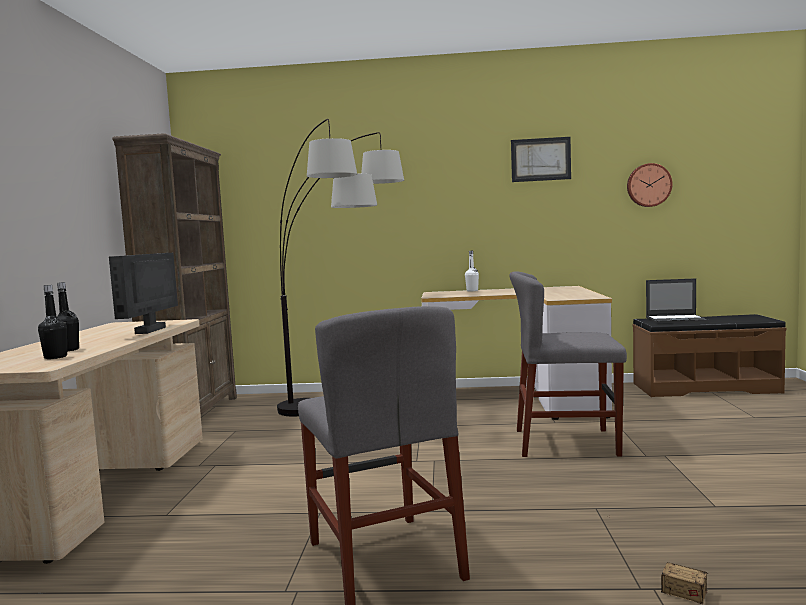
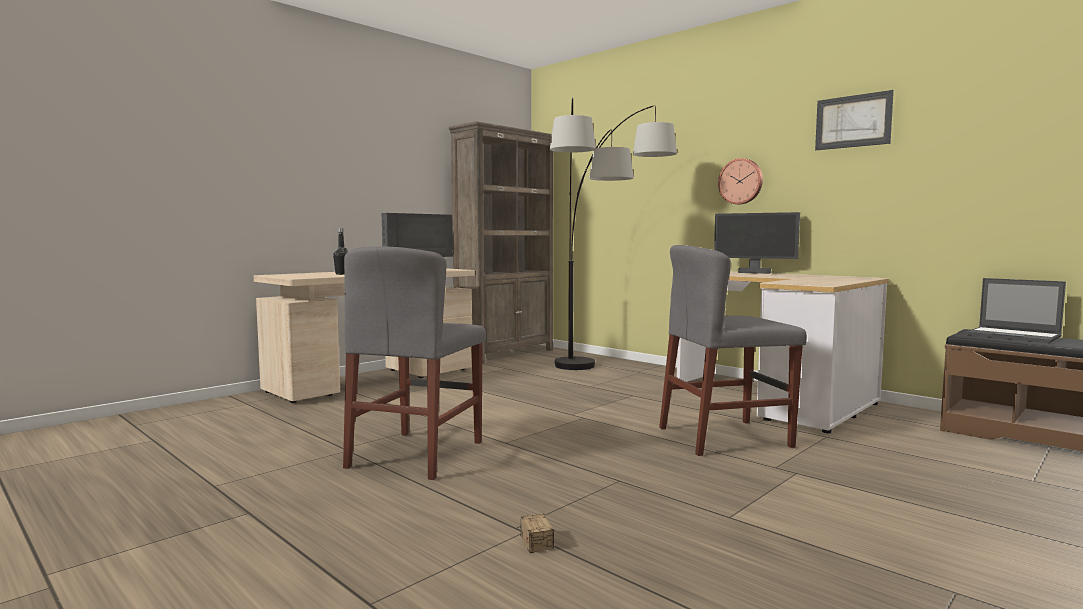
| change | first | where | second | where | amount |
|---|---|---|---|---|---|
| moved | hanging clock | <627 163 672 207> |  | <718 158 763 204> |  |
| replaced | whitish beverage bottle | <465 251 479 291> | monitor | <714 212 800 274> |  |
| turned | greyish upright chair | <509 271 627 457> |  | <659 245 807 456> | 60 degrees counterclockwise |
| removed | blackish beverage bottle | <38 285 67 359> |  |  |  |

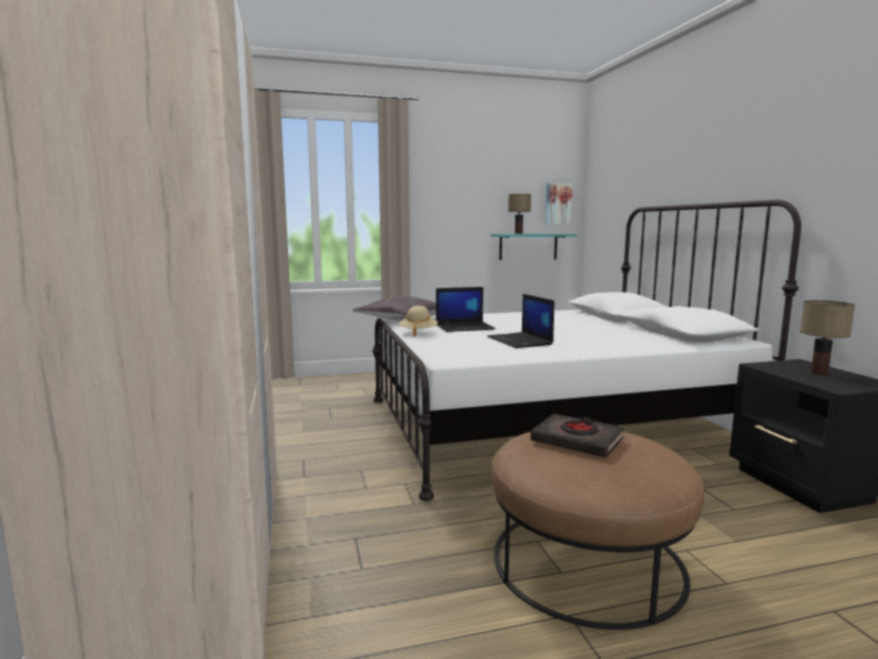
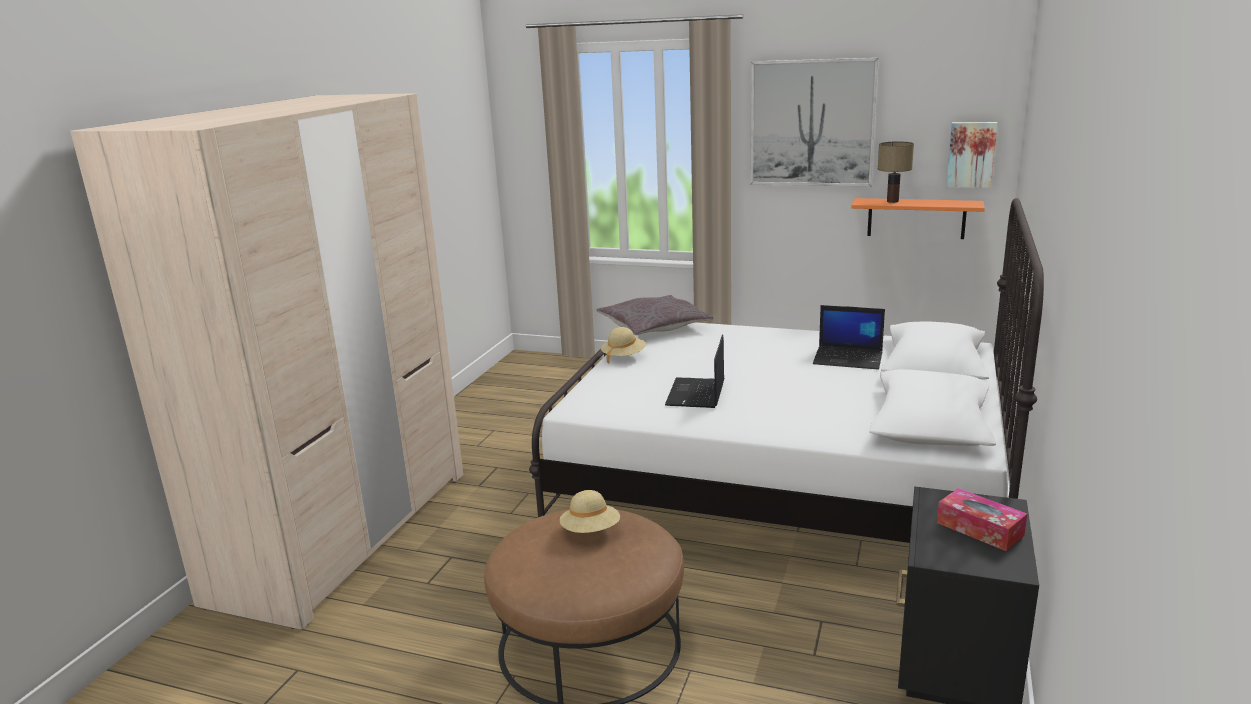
| change | first | where | second | where | amount |
|---|---|---|---|---|---|
| recoloured | blue-green wall shelf | <491 234 577 260> | orange wall shelf | <851 198 985 239> |  |
| moved | notebook computer | <436 287 495 332> |  | <813 305 885 370> |  |
| replaced | tabletop lamp | <800 300 855 375> | box of tissues | <937 488 1027 551> |  |
| replaced | blackish bound book | <531 414 624 458> | sand-coloured clothing hat | <560 490 620 533> |  |
| added |  |  | wall art | <750 58 879 187> |  |

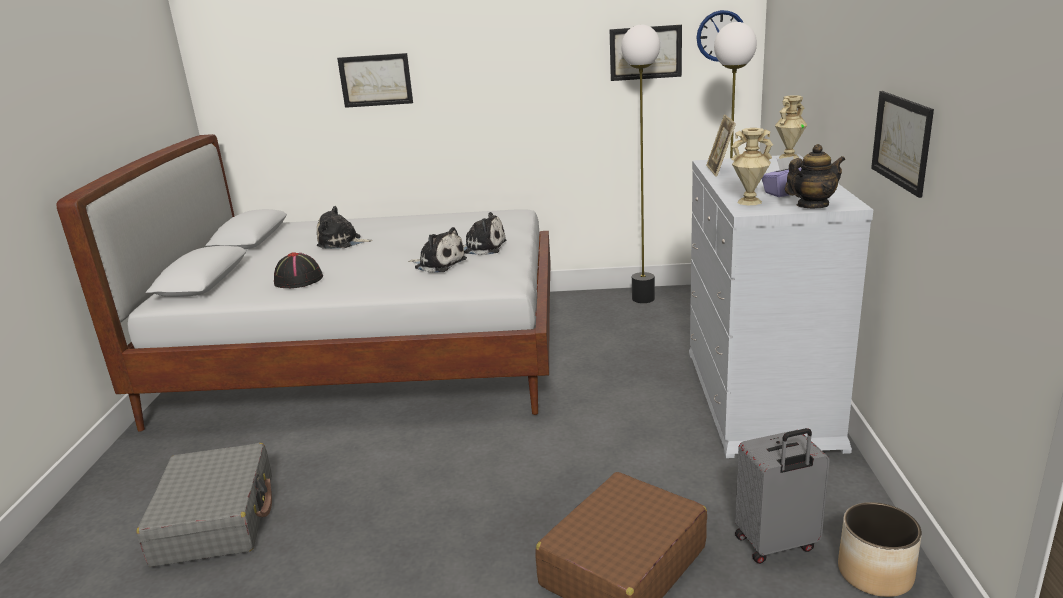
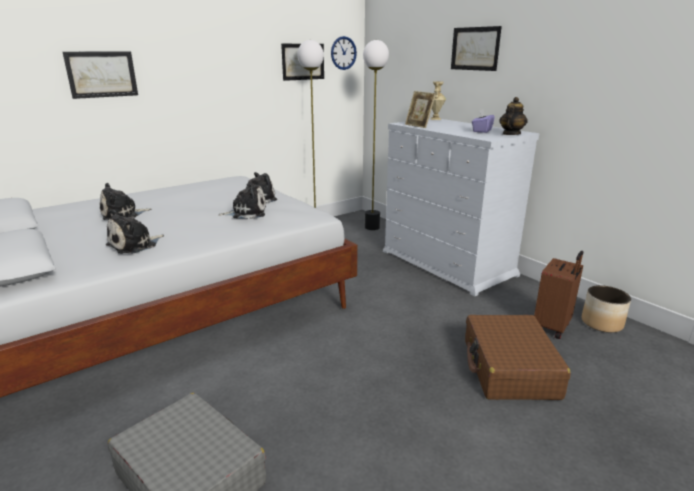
| change | first | where | second | where | amount |
|---|---|---|---|---|---|
| moved | wall art | <871 91 934 198> |  | <451 26 502 71> |  |
| removed | sand-coloured decorative vase | <732 128 773 205> |  |  |  |
| replaced | blackish clothing hat | <274 252 323 288> | cuddly toy | <106 209 164 254> |  |
| recoloured | greyish suitcase | <735 428 830 564> | brown-coloured suitcase | <534 251 583 339> |  |

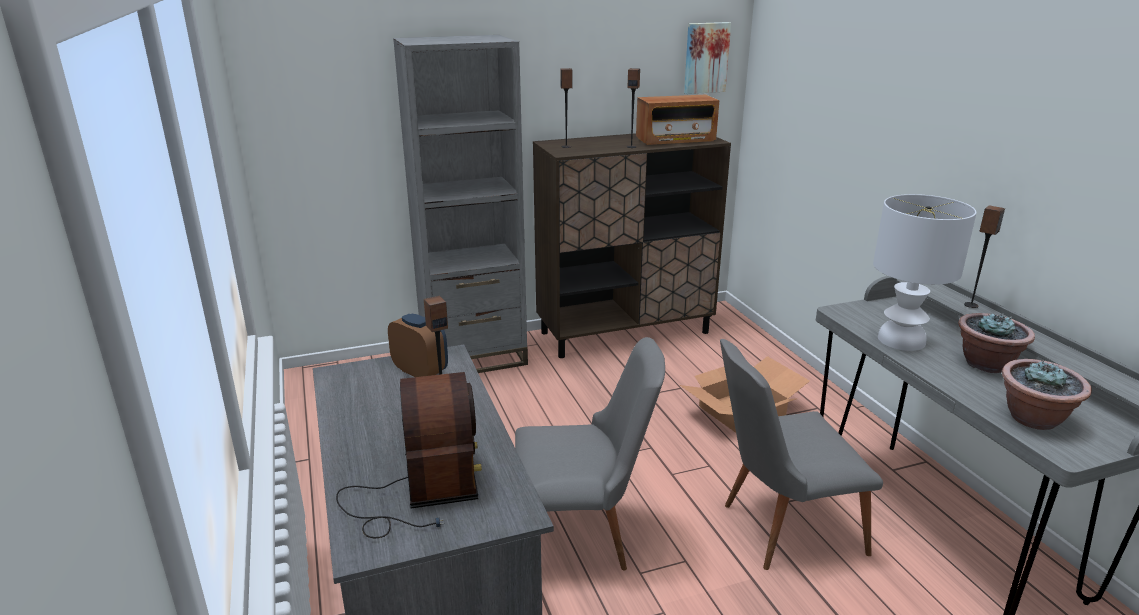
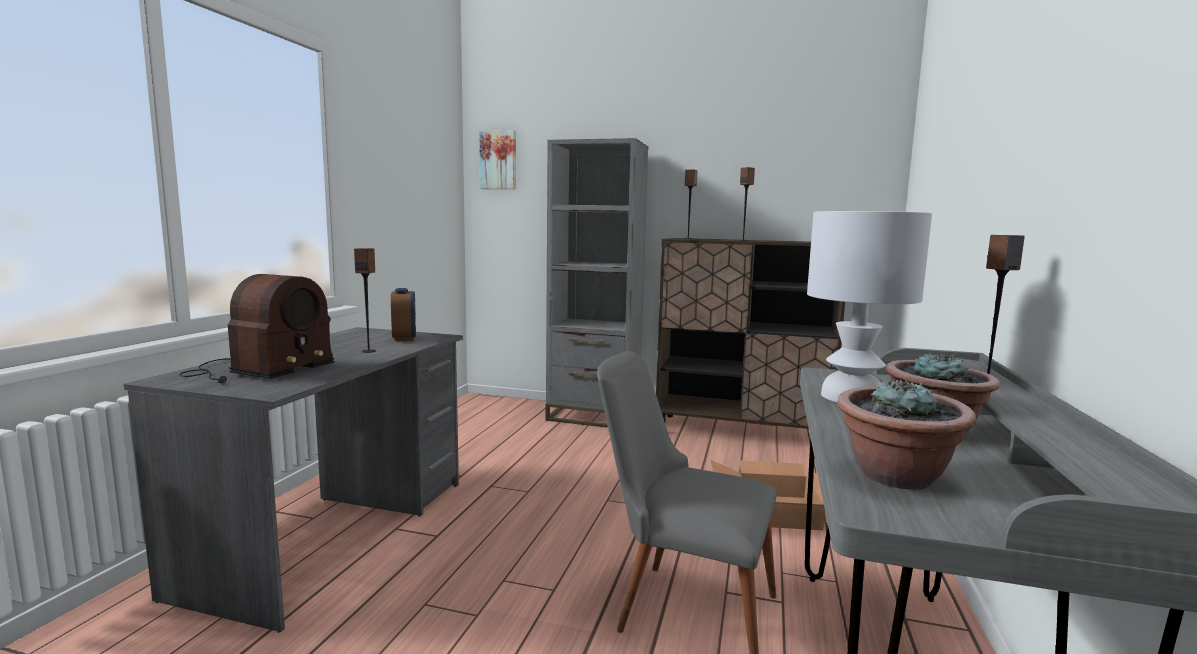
| change | first | where | second | where | amount |
|---|---|---|---|---|---|
| moved | wall art | <684 22 731 94> |  | <479 130 516 189> |  |
| removed | radio | <636 95 719 145> |  |  |  |
| removed | greyish upright chair | <515 337 665 571> |  |  |  |

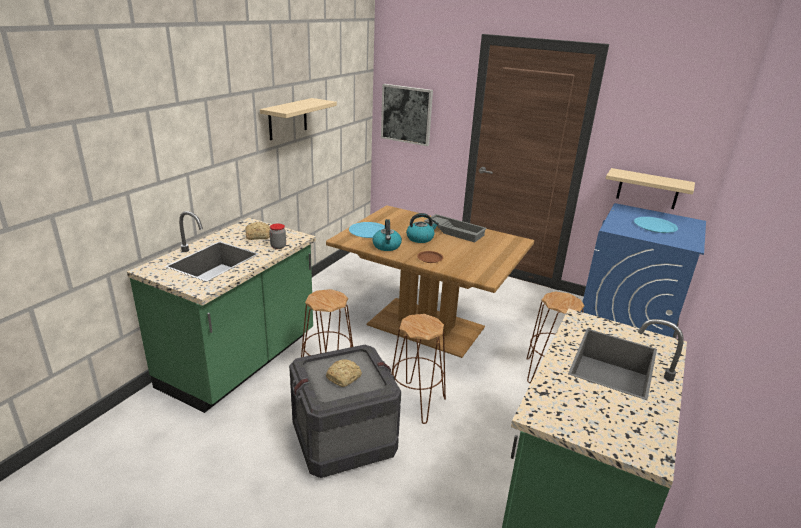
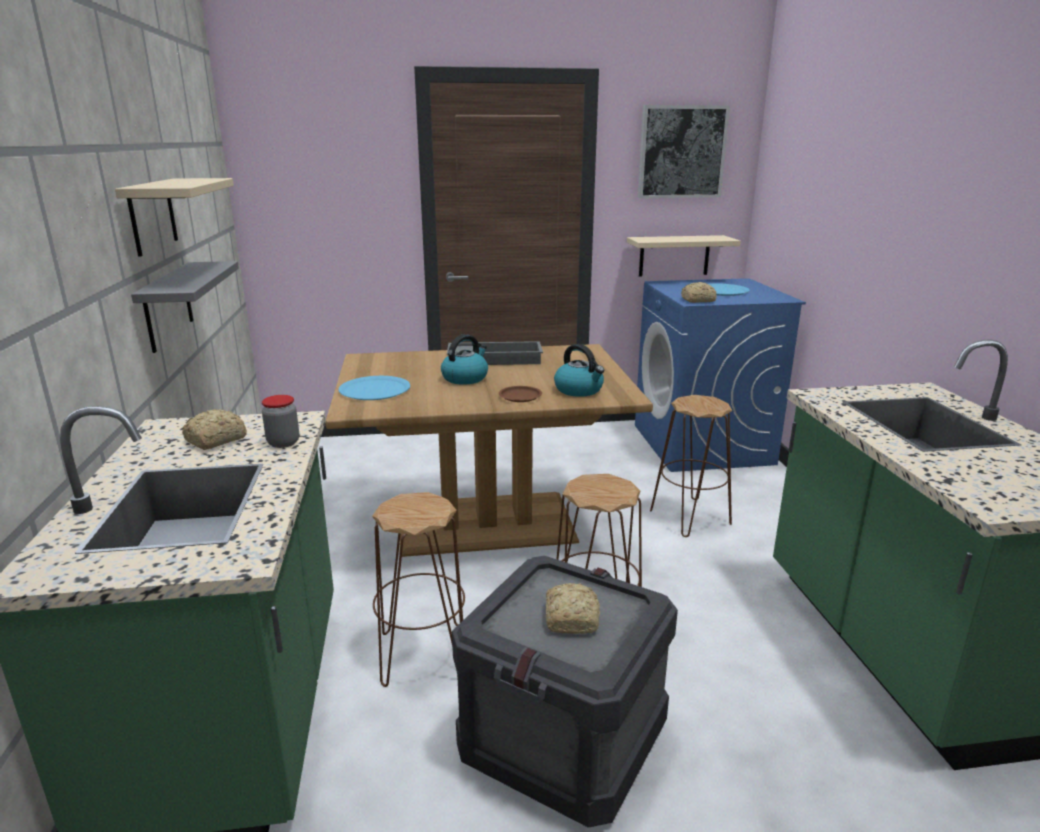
| change | first | where | second | where | amount |
|---|---|---|---|---|---|
| moved | wall art | <381 84 433 146> |  | <638 105 730 198> |  |
| moved | tea kettle | <372 219 402 251> |  | <554 344 604 397> |  |
| added |  |  | greyish wall shelf | <131 261 239 353> |  |
| added |  |  | baked bread | <681 282 717 303> |  |

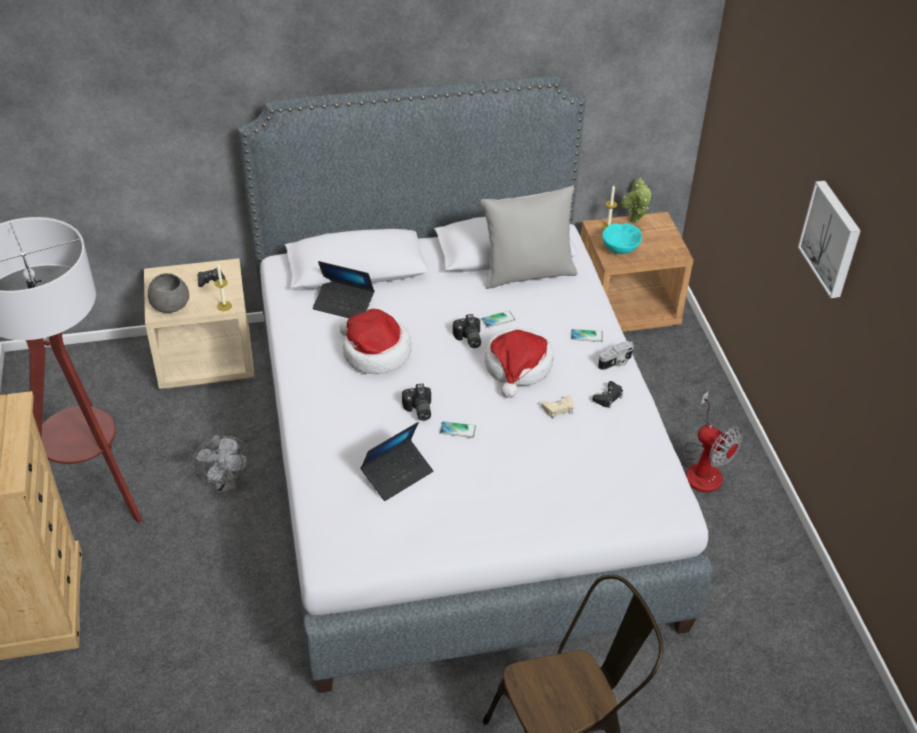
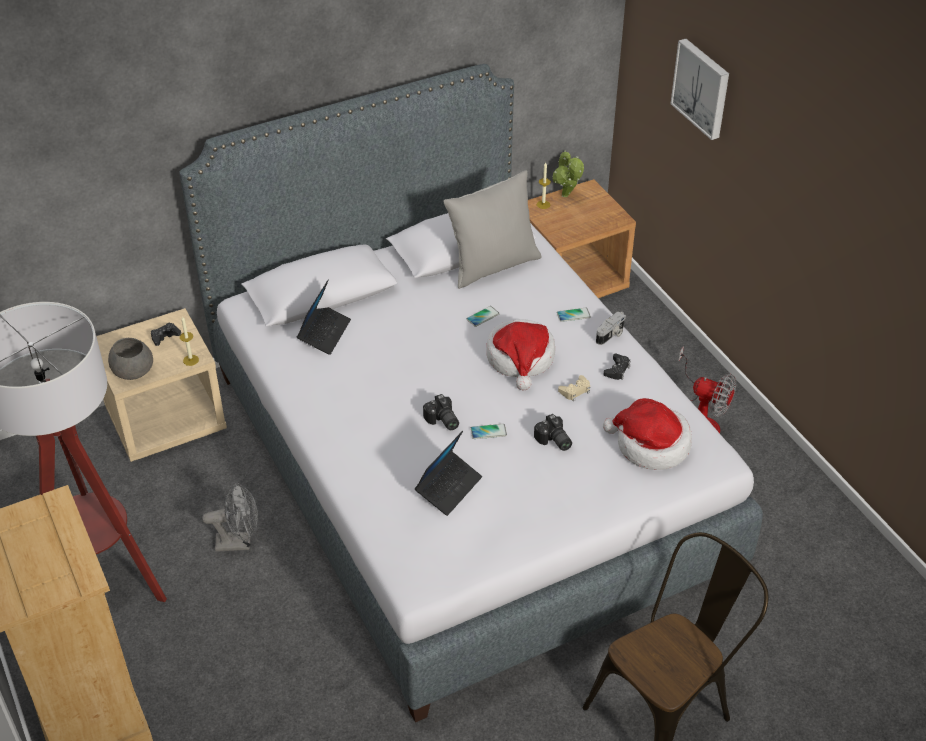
| change | first | where | second | where | amount |
|---|---|---|---|---|---|
| moved | wall art | <798 181 861 298> |  | <671 39 729 140> |  |
| removed | blue-green bowl | <602 223 642 254> |  |  |  |
| turned | notebook computer | <313 261 375 318> |  | <297 280 351 355> | 75 degrees counterclockwise |
| moved | clothing hat | <340 309 411 374> |  | <603 398 692 470> |  |
| moved | photo camera | <453 314 481 348> |  | <534 414 572 451> |  |
| turned | greyish fan | <192 435 251 493> |  | <202 483 258 552> | 60 degrees counterclockwise |

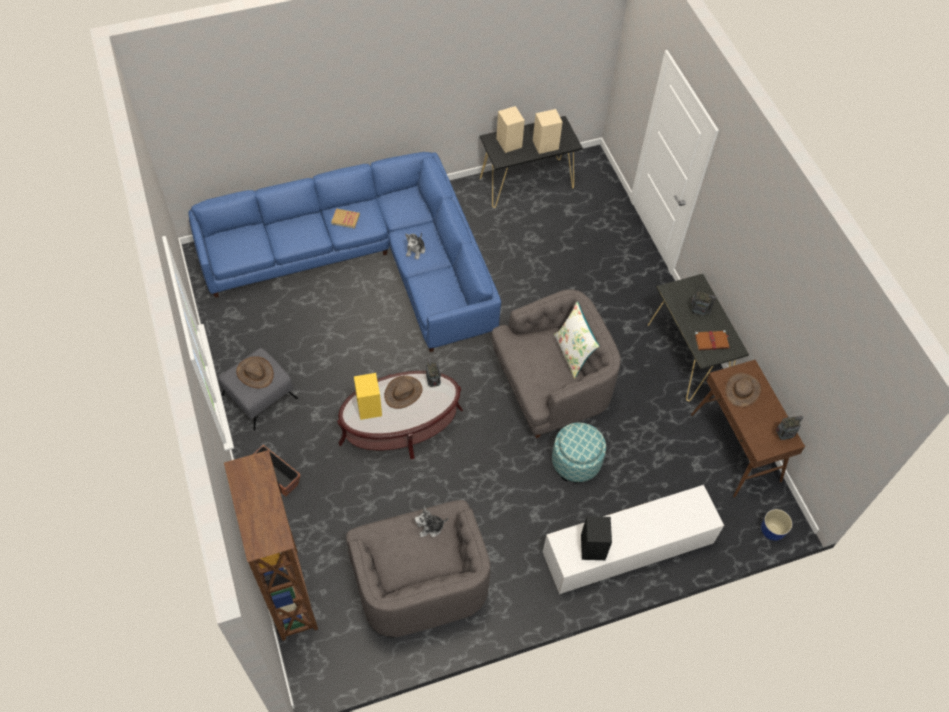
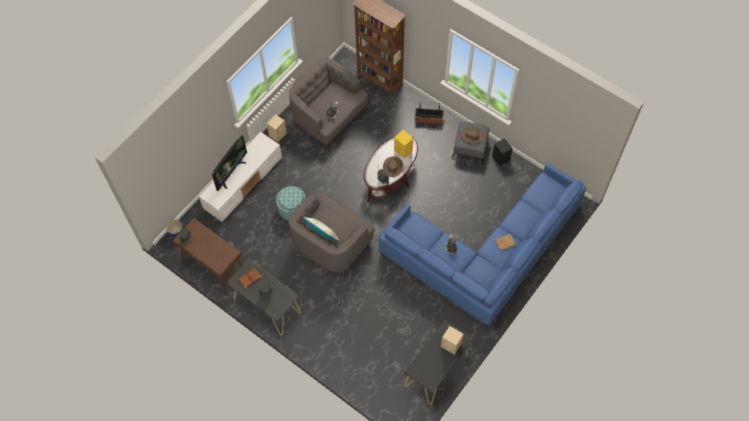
| change | first | where | second | where | amount |
|---|---|---|---|---|---|
| moved | sand-coloured speaker | <533 109 563 154> |  | <266 114 287 142> |  |
| removed | brown-coloured clothing hat | <725 373 762 407> |  |  |  |
| moved | blackish speaker | <581 516 612 560> |  | <492 138 513 166> |  |
| added |  |  | television | <212 135 247 191> |  |

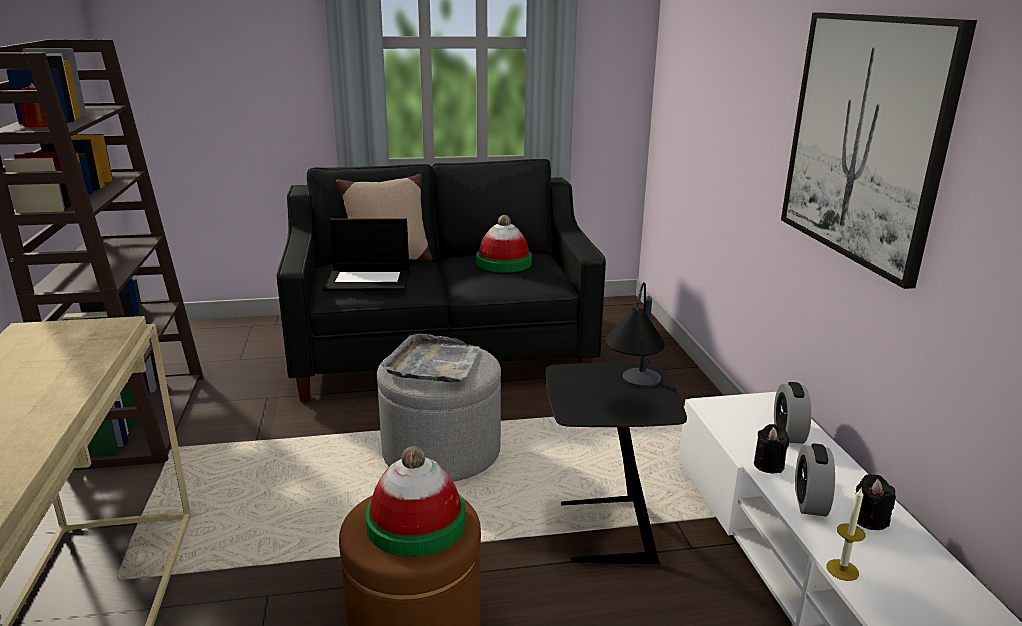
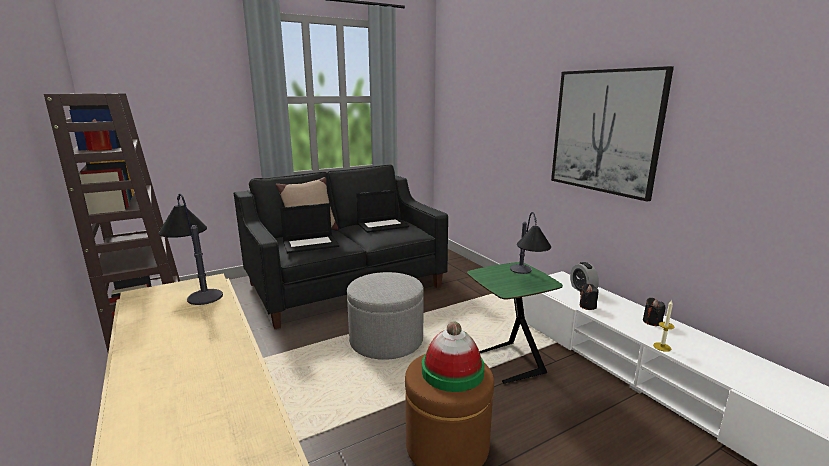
| change | first | where | second | where | amount |
|---|---|---|---|---|---|
| replaced | clothing hat | <476 215 532 273> | notebook computer | <356 190 409 233> |  |
| removed | greyish serving tray | <381 333 480 382> |  |  |  |
| recoloured | blackish side table | <546 363 687 564> | green-coloured side table | <467 262 563 384> |  |
| removed | alarm clock | <795 444 835 516> |  |  |  |
| added |  |  | tabletop lamp | <159 193 223 305> |  |

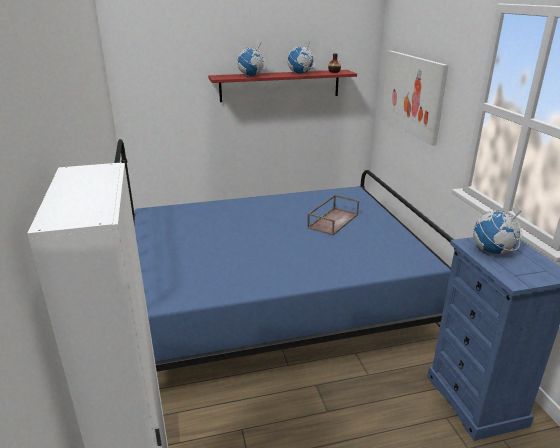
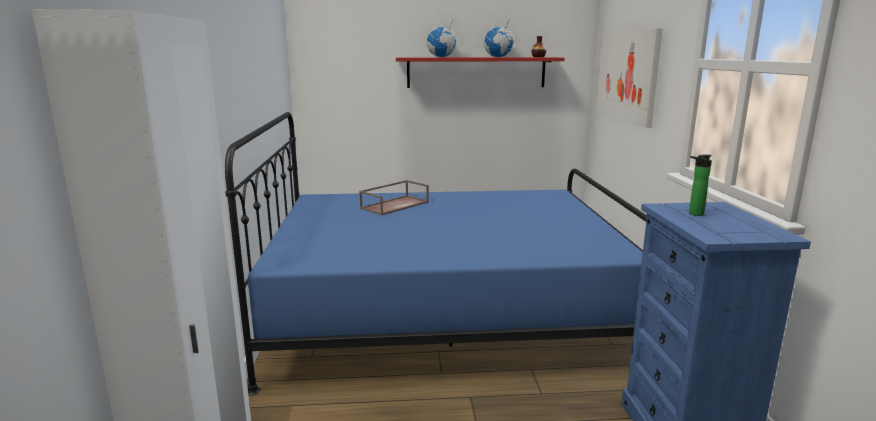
| change | first | where | second | where | amount |
|---|---|---|---|---|---|
| moved | brown-coloured serving tray | <307 195 359 236> |  | <359 180 429 215> |  |
| replaced | globe | <473 203 522 254> | beverage bottle | <689 154 712 216> |  |

